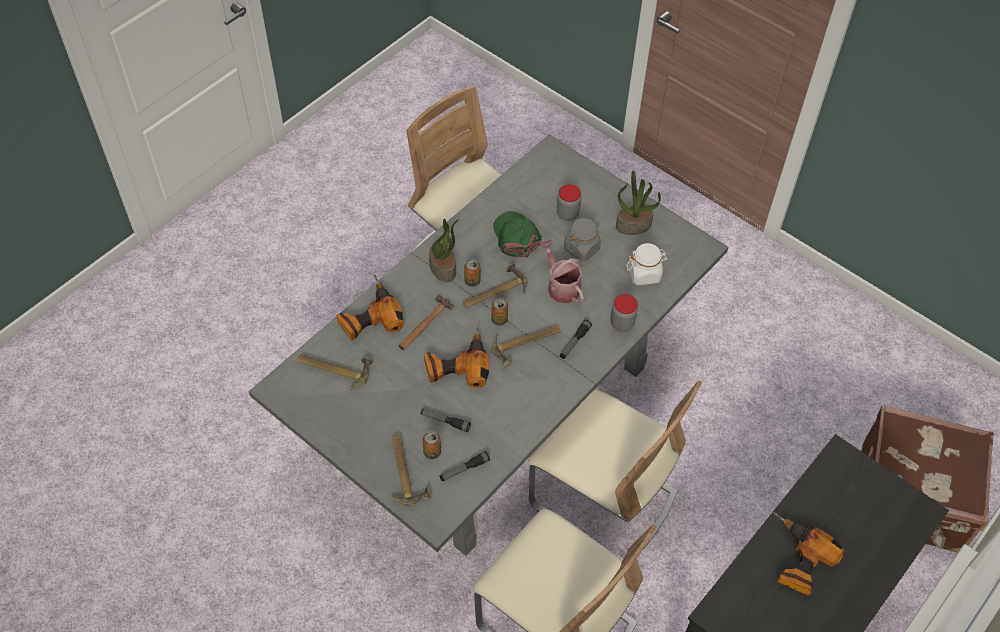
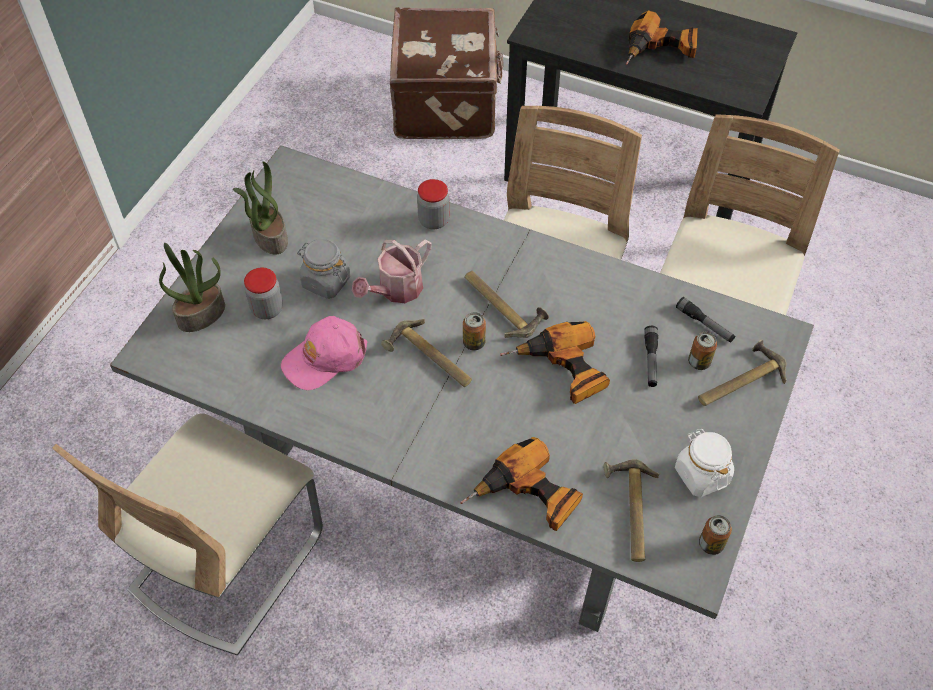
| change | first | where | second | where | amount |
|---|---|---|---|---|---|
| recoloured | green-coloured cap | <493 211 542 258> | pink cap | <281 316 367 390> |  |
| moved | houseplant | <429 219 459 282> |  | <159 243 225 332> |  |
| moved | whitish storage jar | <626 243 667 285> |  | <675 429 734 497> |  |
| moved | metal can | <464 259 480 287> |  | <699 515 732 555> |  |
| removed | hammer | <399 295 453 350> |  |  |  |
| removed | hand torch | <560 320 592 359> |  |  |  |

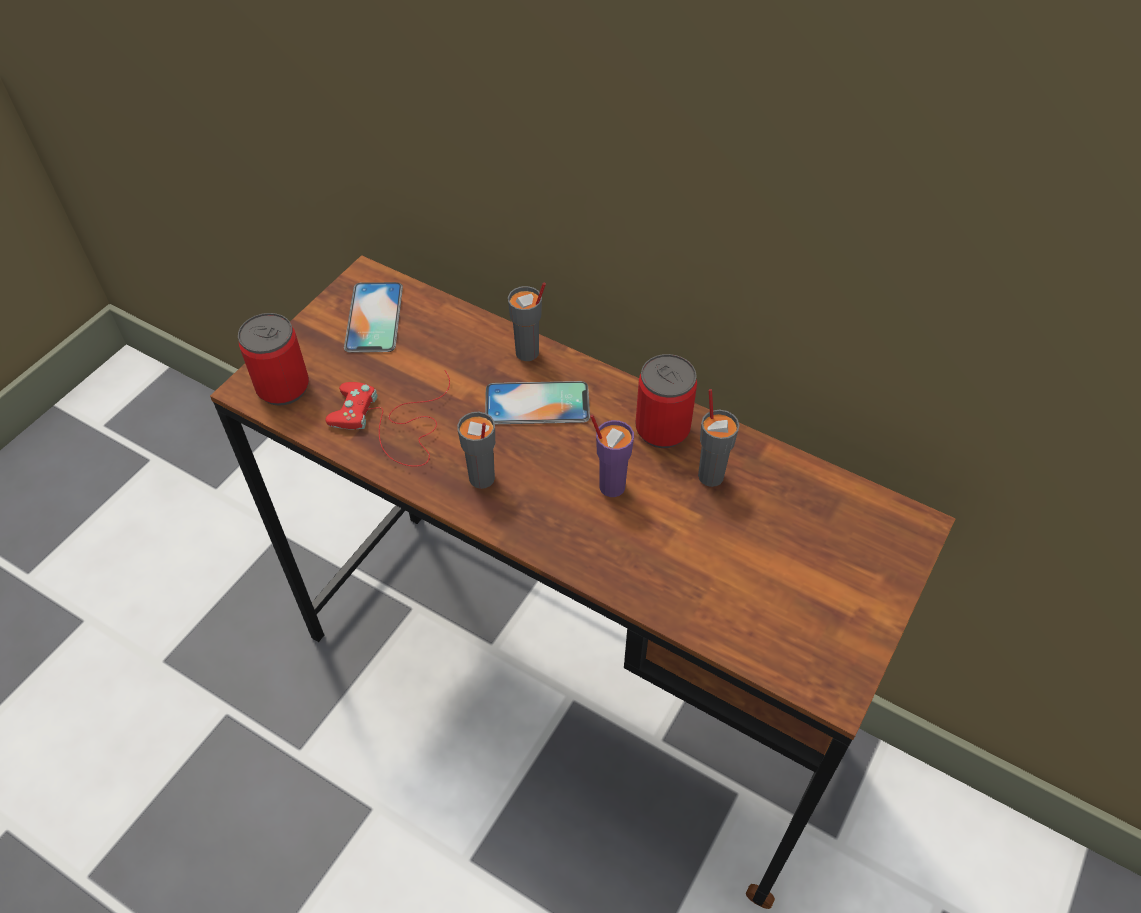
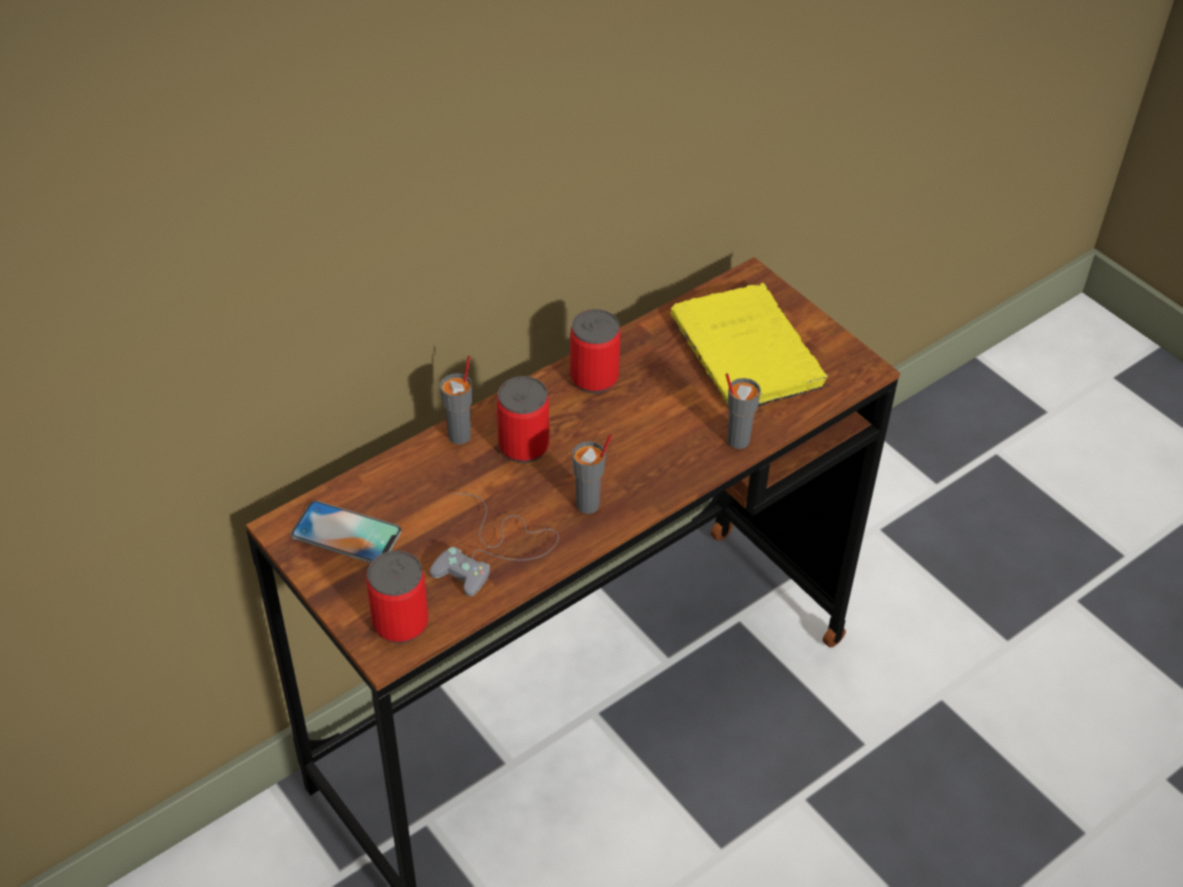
| change | first | where | second | where | amount |
|---|---|---|---|---|---|
| recoloured | red joypad | <325 370 450 466> | greyish joypad | <430 493 559 596> |  |
| replaced | handset | <485 381 590 424> | metal can | <497 376 549 463> |  |
| moved | greyish small cup | <698 389 739 487> |  | <726 373 761 449> |  |
| removed | purplish small cup | <590 414 634 497> |  |  |  |
| added |  |  | yellow bound book | <670 283 830 406> |  |

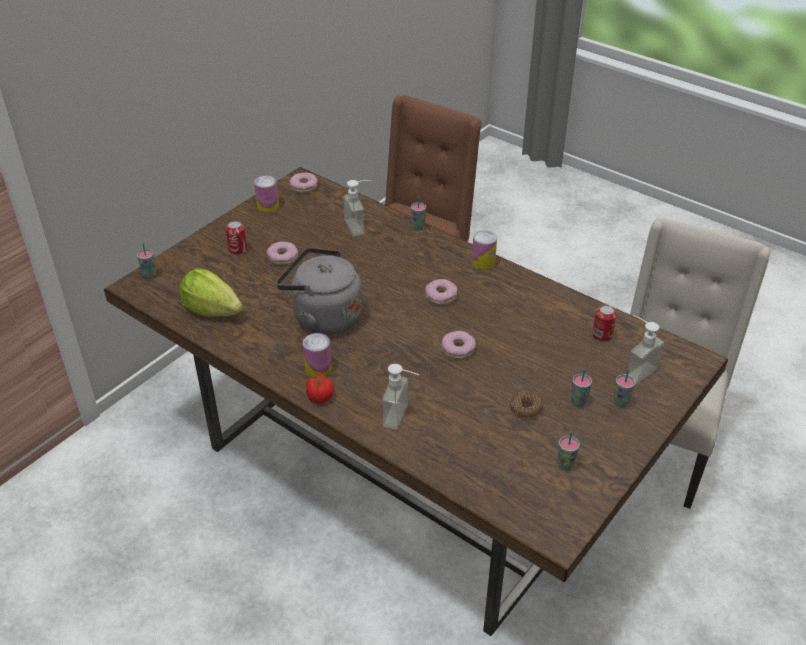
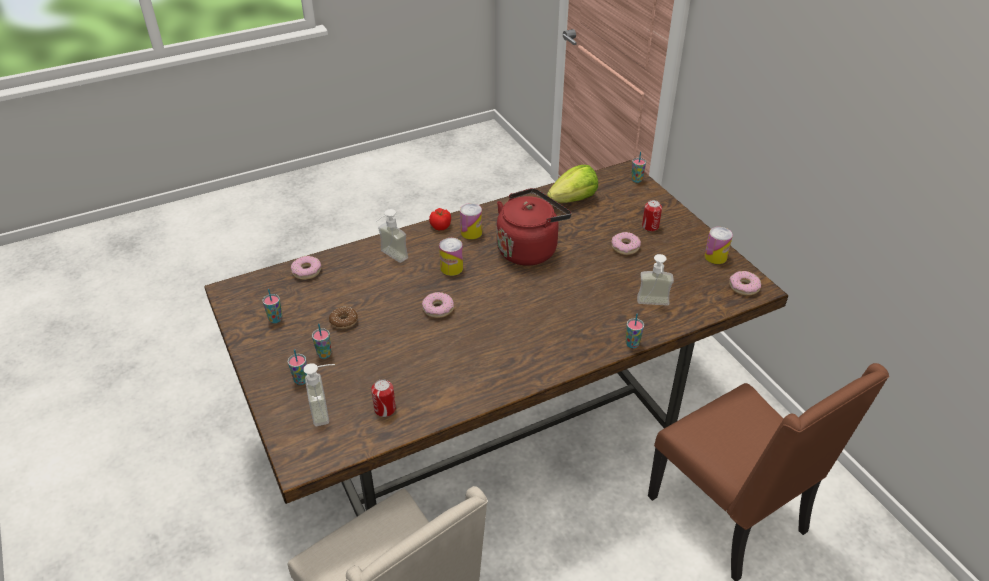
| change | first | where | second | where | amount |
|---|---|---|---|---|---|
| moved | metal can | <472 230 497 270> |  | <439 238 463 276> |  |
| recoloured | greyish tea kettle | <276 248 362 335> | red tea kettle | <497 188 572 266> |  |
| moved | donut | <425 279 458 305> |  | <291 256 321 280> |  |

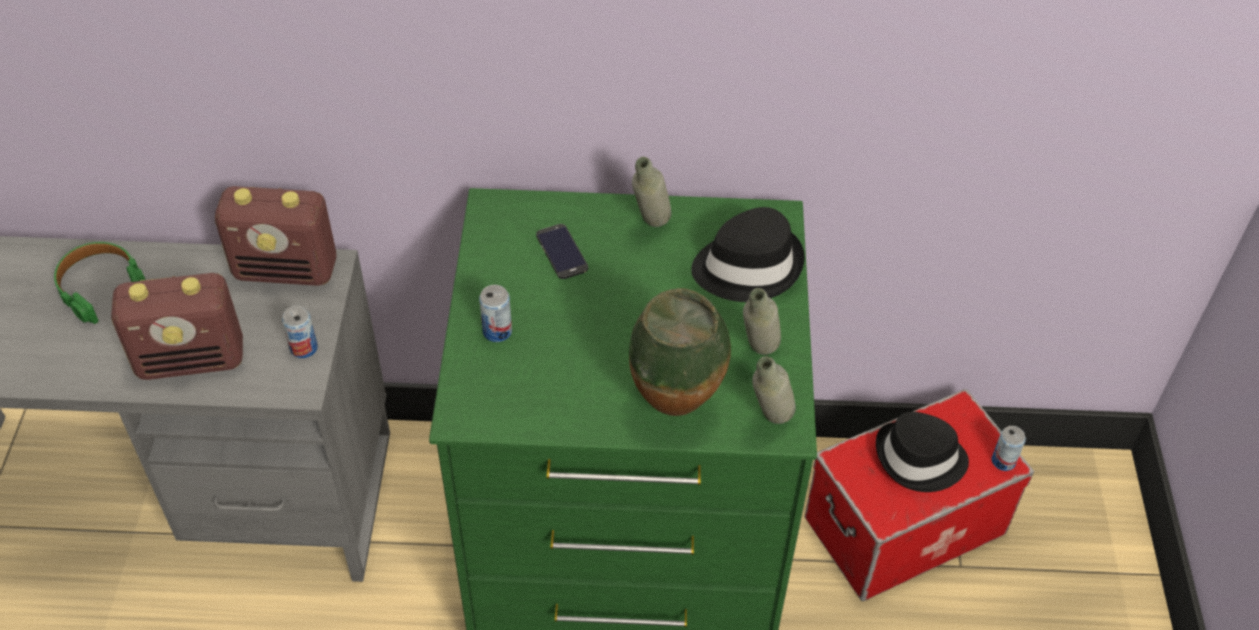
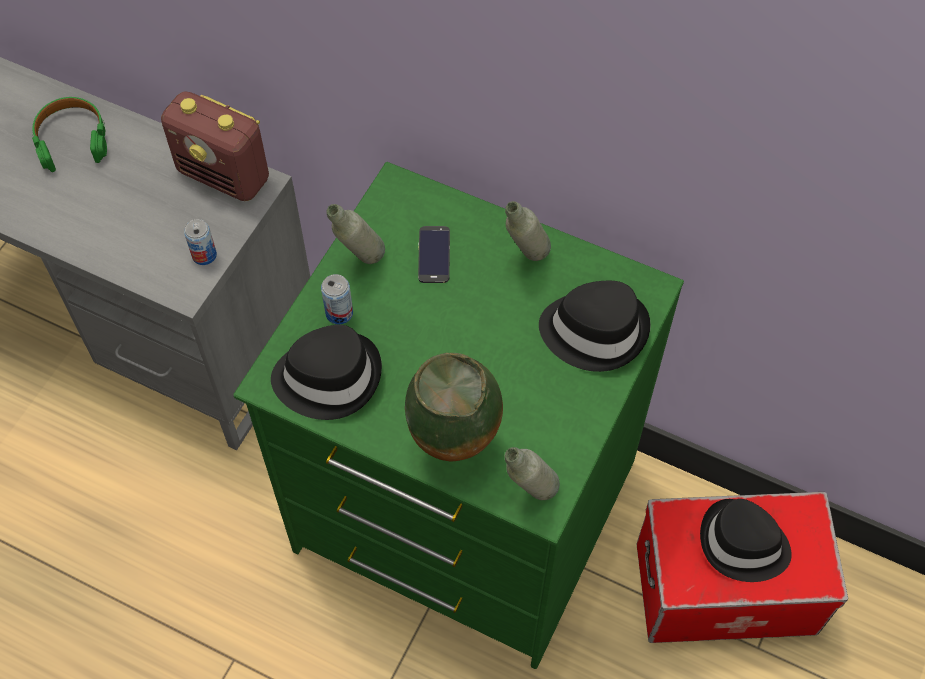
| change | first | where | second | where | amount |
|---|---|---|---|---|---|
| removed | radio | <111 273 243 380> |  |  |  |
| moved | greyish beverage bottle | <743 288 781 355> |  | <327 204 385 264> |  |
| removed | metal can | <992 426 1026 471> |  |  |  |
| added |  |  | blackish clothing hat | <271 325 382 420> |  |

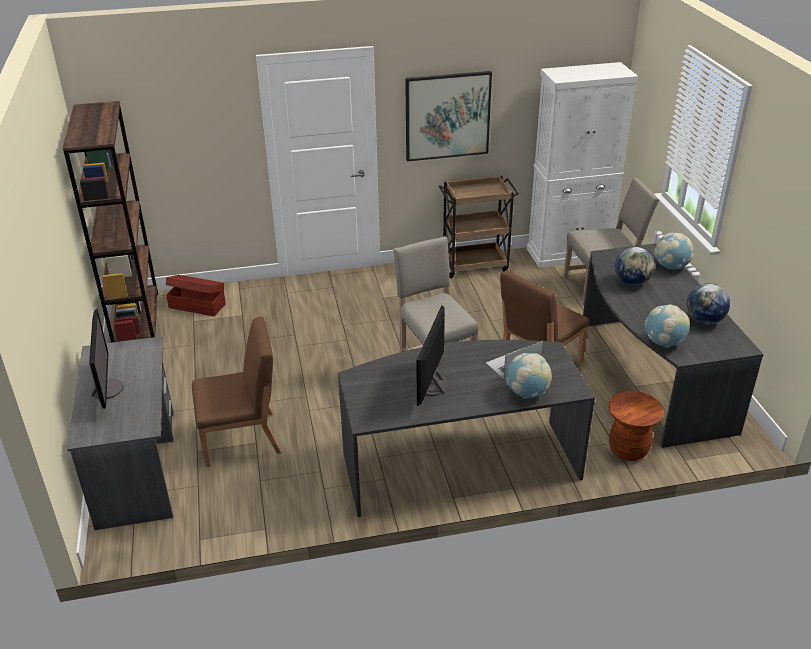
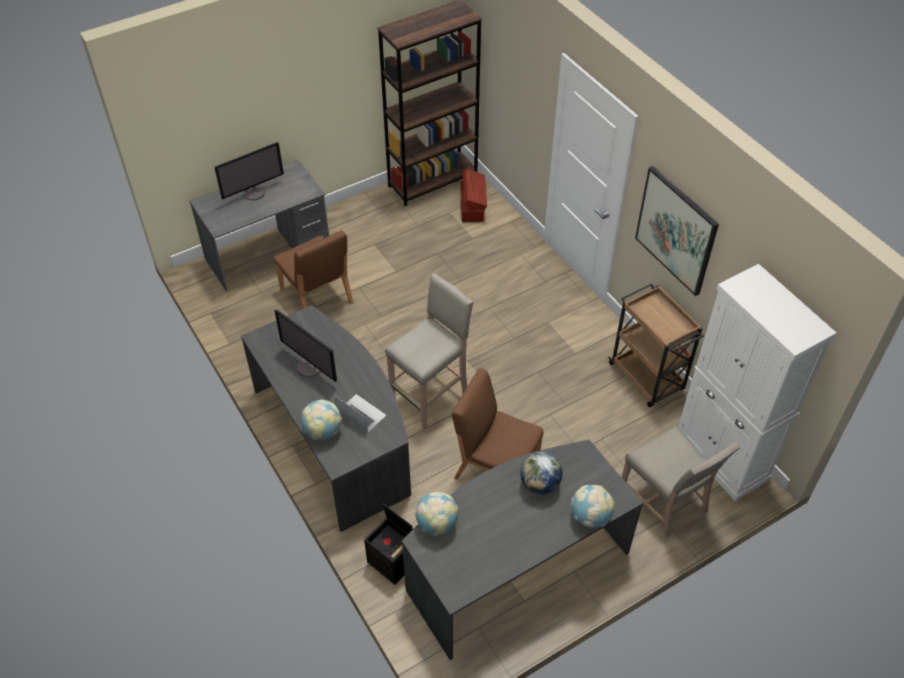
| change | first | where | second | where | amount |
|---|---|---|---|---|---|
| removed | globe | <687 283 730 325> |  |  |  |
| turned | monitor | <416 305 448 406> |  | <274 310 337 382> | 135 degrees counterclockwise |
| replaced | brown-coloured sitting stool | <608 391 664 461> | blackish storage bin | <364 503 413 585> |  |

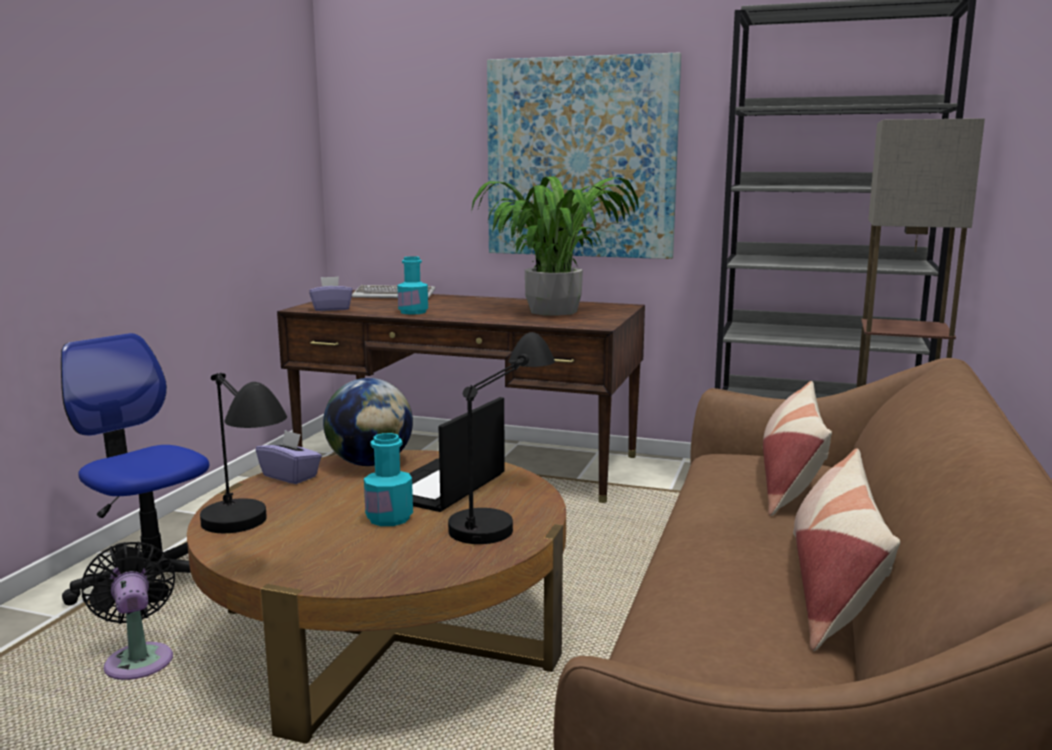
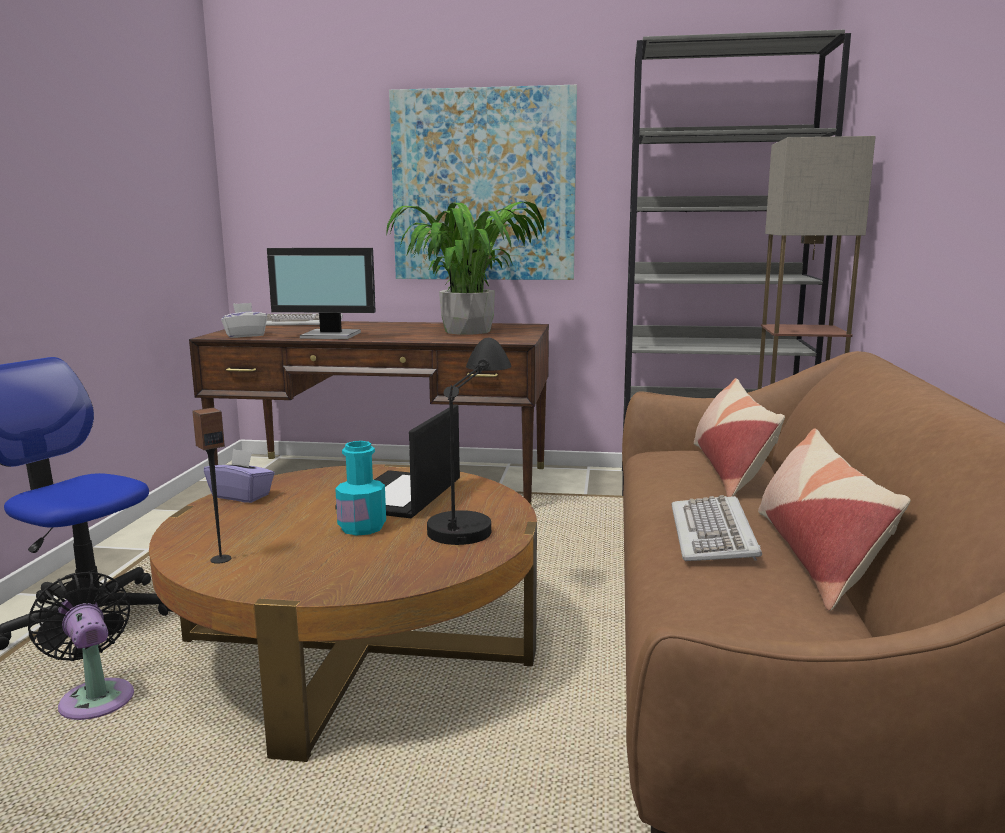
| change | first | where | second | where | amount |
|---|---|---|---|---|---|
| replaced | blue-green beverage bottle | <397 256 428 315> | monitor | <267 248 376 339> |  |
| recoloured | purplish box of tissues | <309 276 353 311> | whitish box of tissues | <221 303 267 338> |  |
| replaced | blackish tabletop lamp | <200 373 287 533> | speaker | <192 408 231 564> |  |
| removed | globe | <323 378 413 466> |  |  |  |
| added |  |  | keyboard | <671 495 762 561> |  |

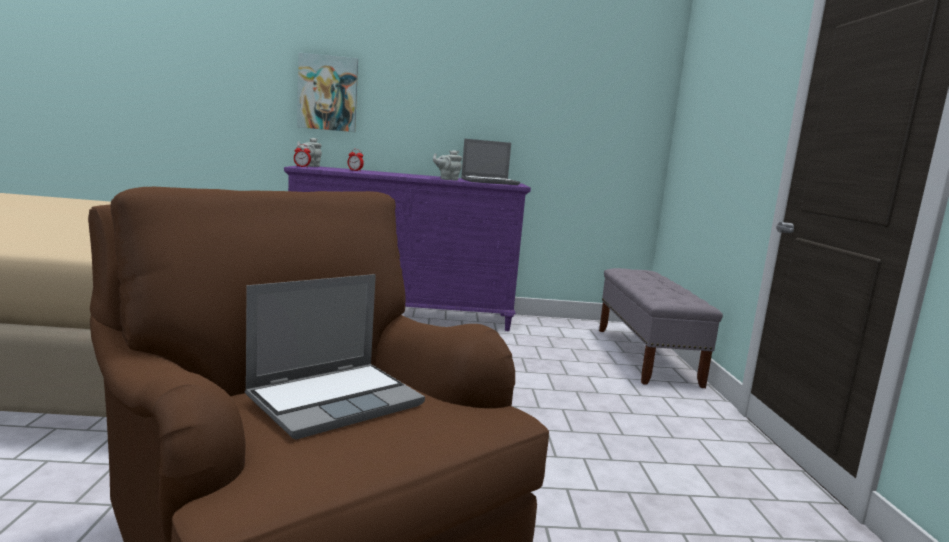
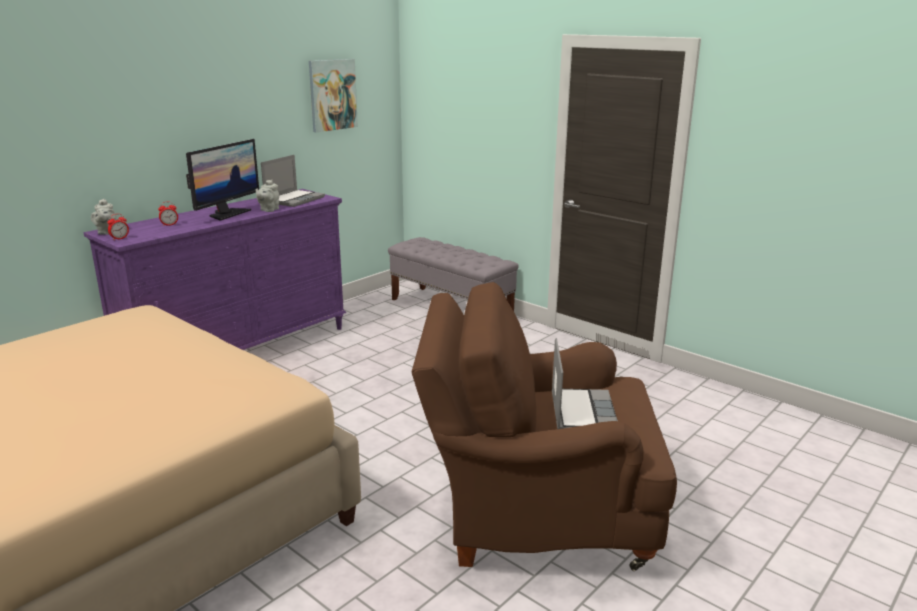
| change | first | where | second | where | amount |
|---|---|---|---|---|---|
| moved | wall art | <297 53 358 132> |  | <309 59 358 132> |  |
| added |  |  | monitor | <186 139 259 221> |  |

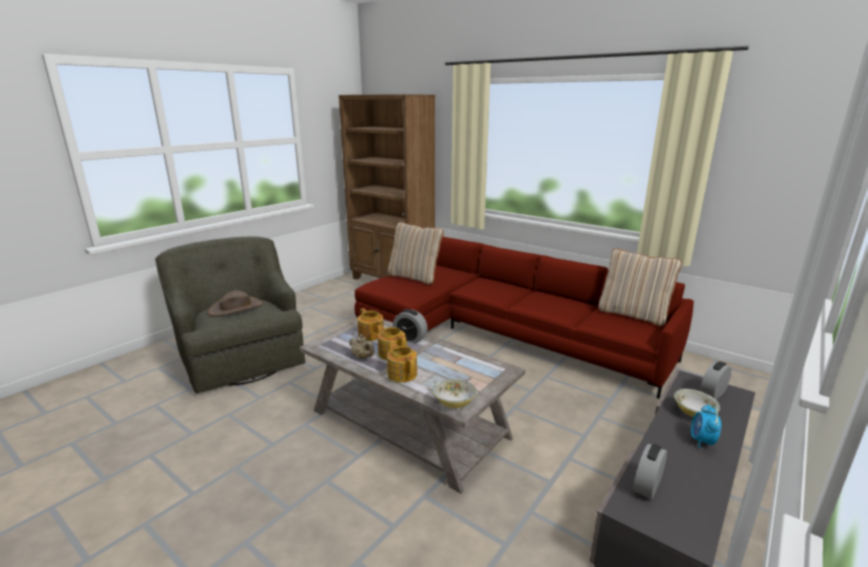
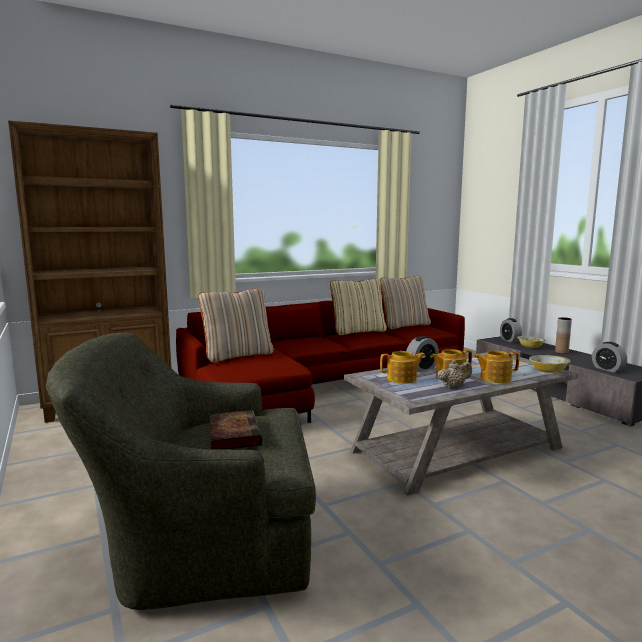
| change | first | where | second | where | amount |
|---|---|---|---|---|---|
| replaced | brown-coloured clothing hat | <208 290 263 316> | bound book | <209 410 262 450> |  |
| replaced | alarm clock | <691 404 722 448> | brown-coloured decorative vase | <555 317 572 354> |  |
| added |  |  | sand-coloured cushion | <330 278 387 336> |  |

